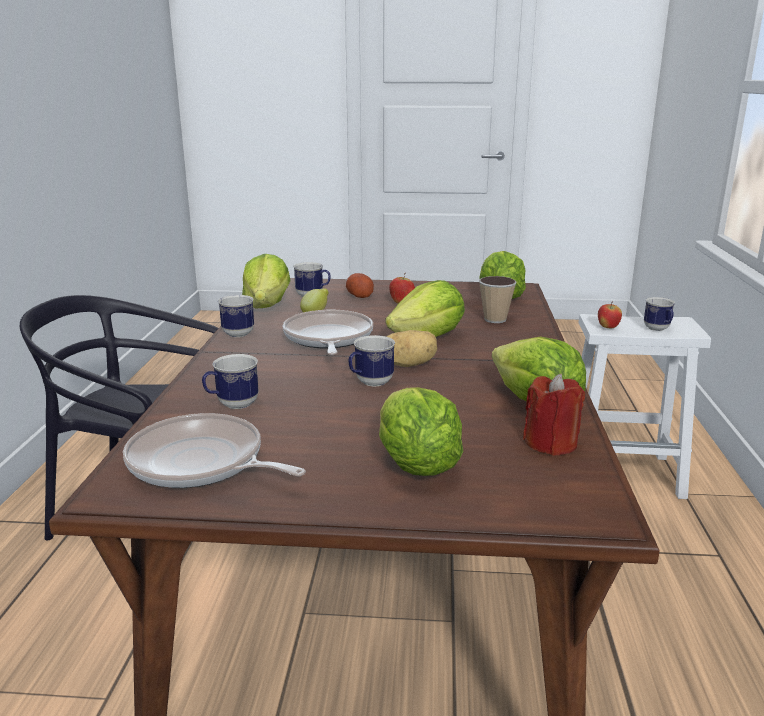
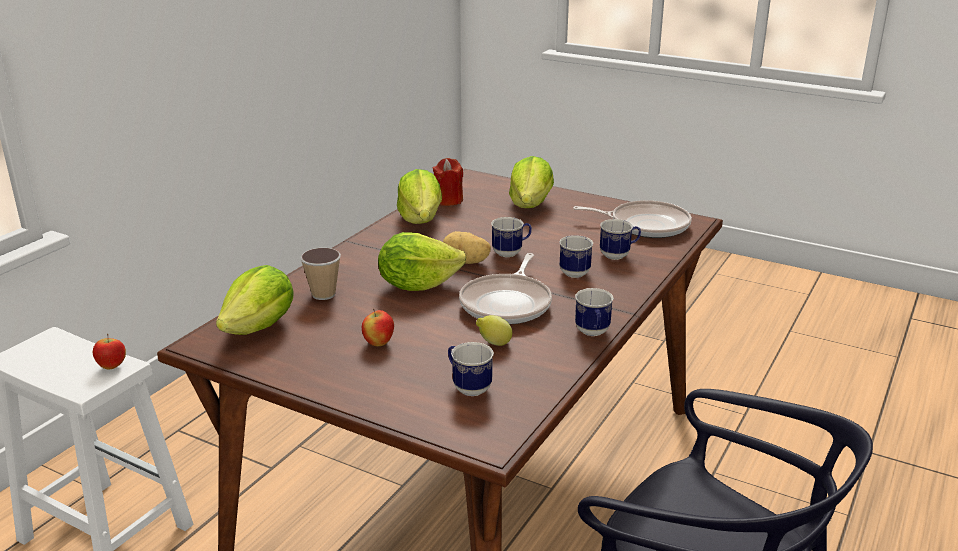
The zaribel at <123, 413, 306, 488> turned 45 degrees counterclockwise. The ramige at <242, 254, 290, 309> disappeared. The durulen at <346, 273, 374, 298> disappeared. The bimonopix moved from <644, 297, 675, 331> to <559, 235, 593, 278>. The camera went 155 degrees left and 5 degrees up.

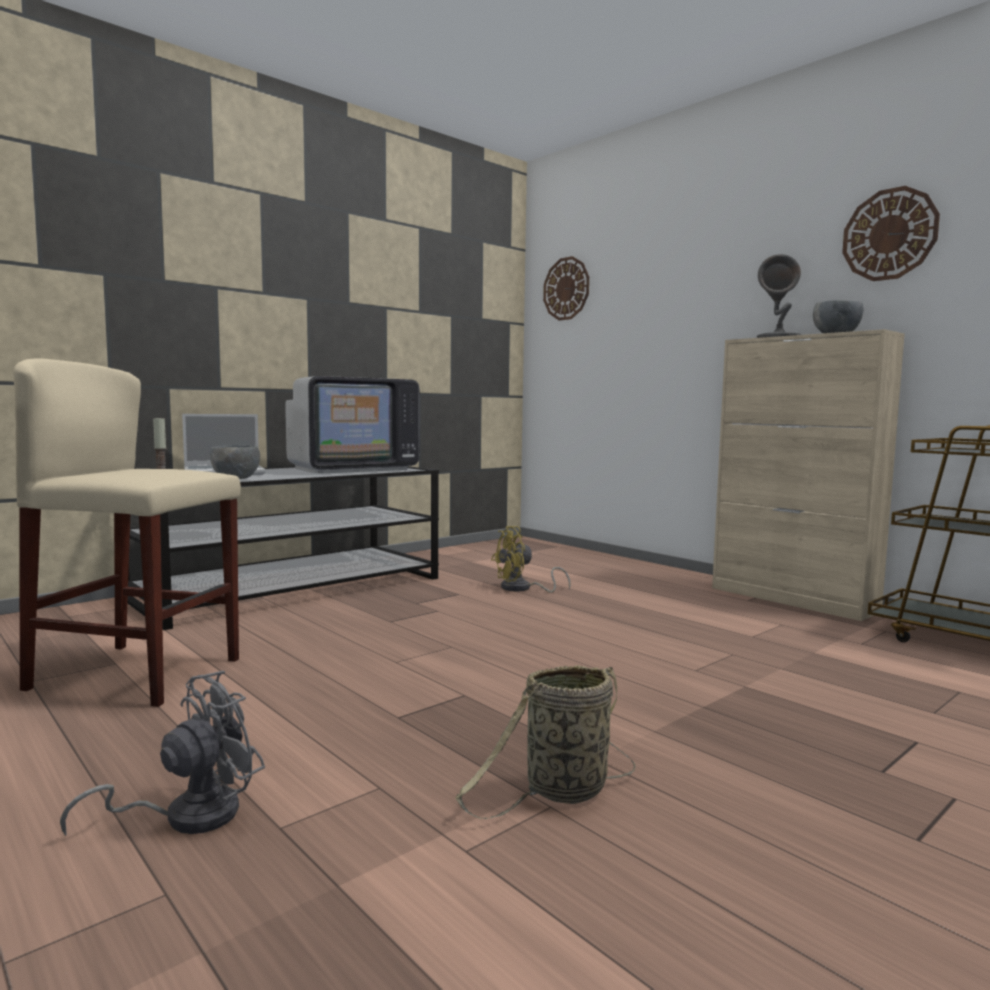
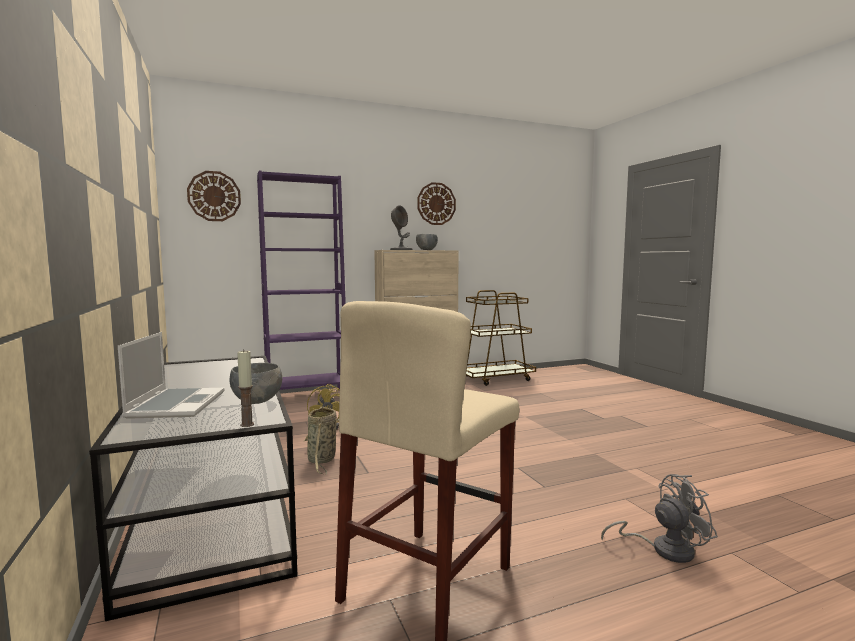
The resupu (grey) at <60, 671, 265, 836> turned 105 degrees clockwise. The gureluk at <285, 376, 420, 473> disappeared. The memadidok moved from <455, 665, 636, 819> to <304, 406, 337, 474>. The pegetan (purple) at <257, 171, 346, 390> appeared. The camera went 70 degrees left and 0 degrees up.

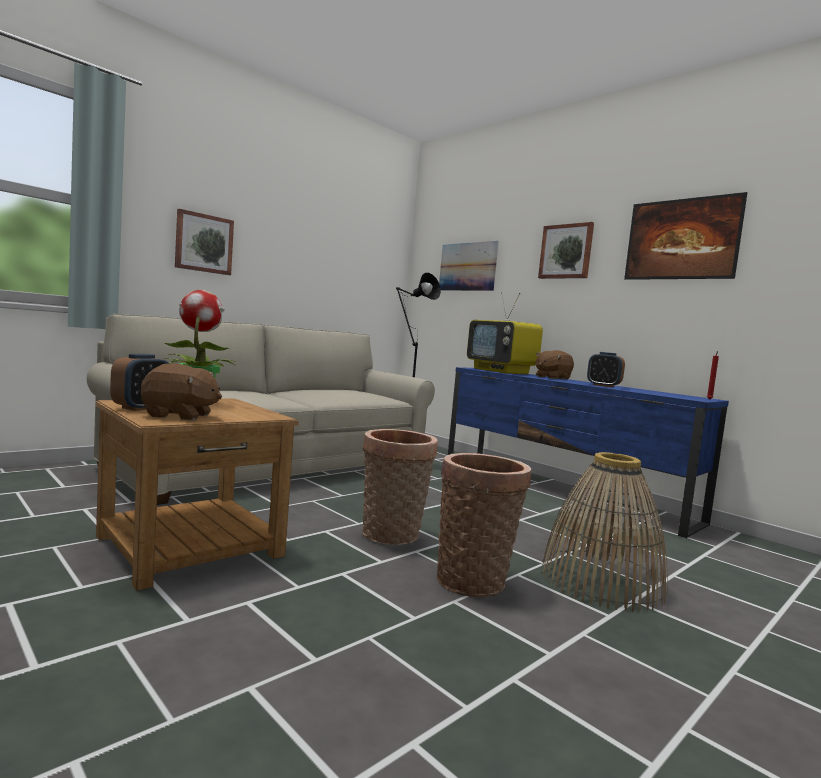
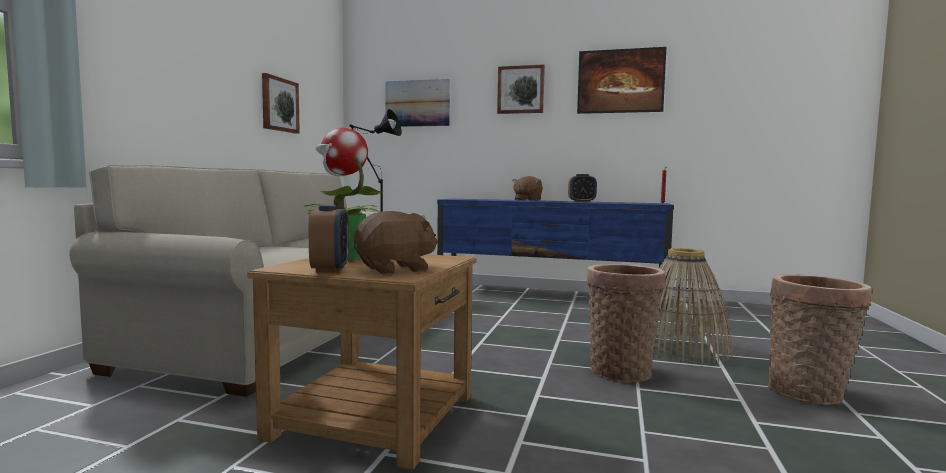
The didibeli moved from <175, 209, 234, 275> to <262, 73, 300, 133>. The memadidok moved from <362, 429, 438, 545> to <768, 274, 871, 405>. The gureluk at <467, 292, 543, 374> disappeared. The camera went 30 degrees left and 0 degrees up.

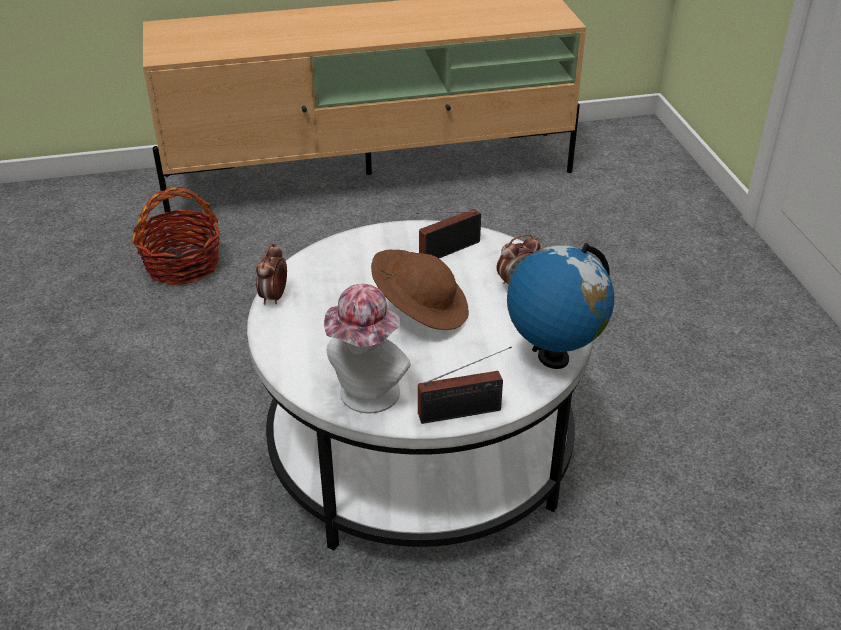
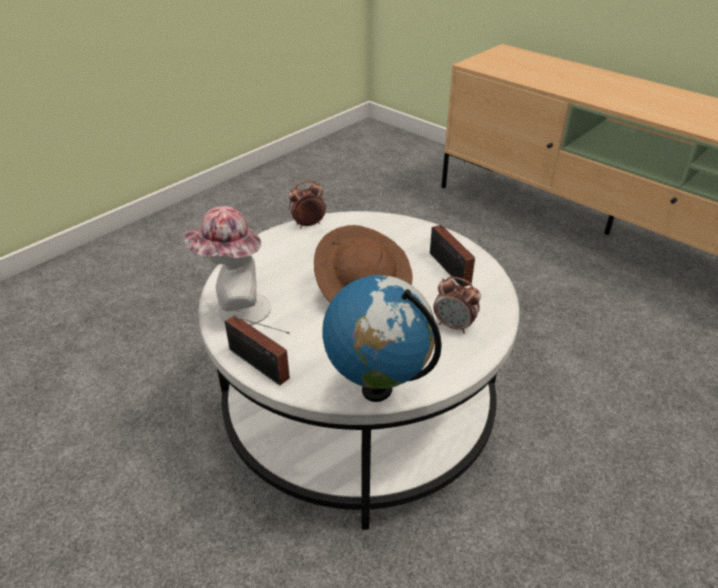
The memadidok at <132, 187, 220, 285> disappeared. The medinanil at <416, 209, 481, 258> turned 135 degrees counterclockwise. The camera went 55 degrees right and 0 degrees up.

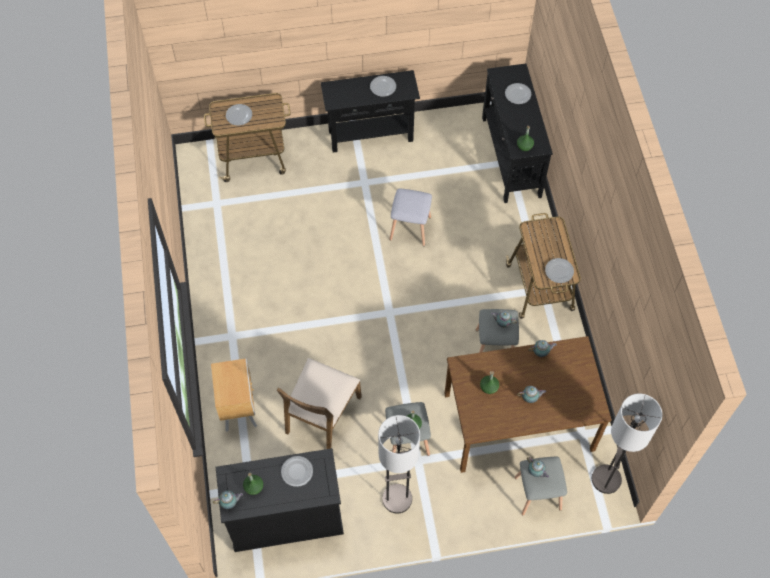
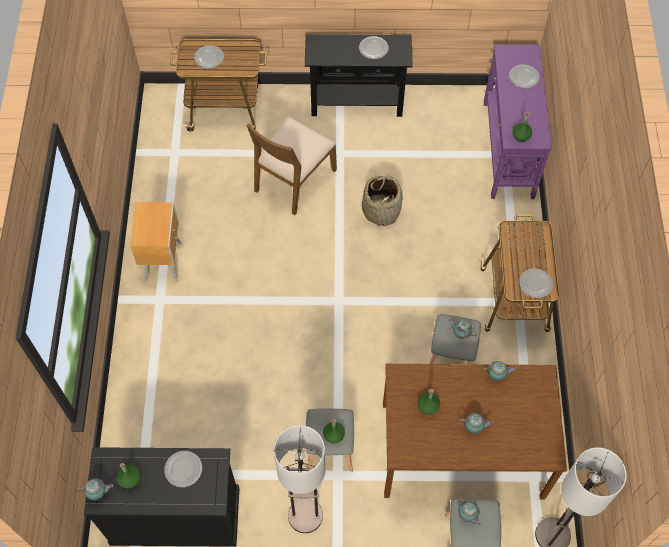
The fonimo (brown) moved from <211, 358, 257, 432> to <130, 202, 182, 282>. The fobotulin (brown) moved from <277, 358, 362, 449> to <247, 117, 337, 215>. The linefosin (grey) at <390, 188, 432, 246> was replaced by the memadidok at <362, 174, 403, 227>. The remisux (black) at <482, 63, 553, 203> became the remisux (purple) at <484, 44, 552, 199>. The camera went 10 degrees right and 0 degrees up.

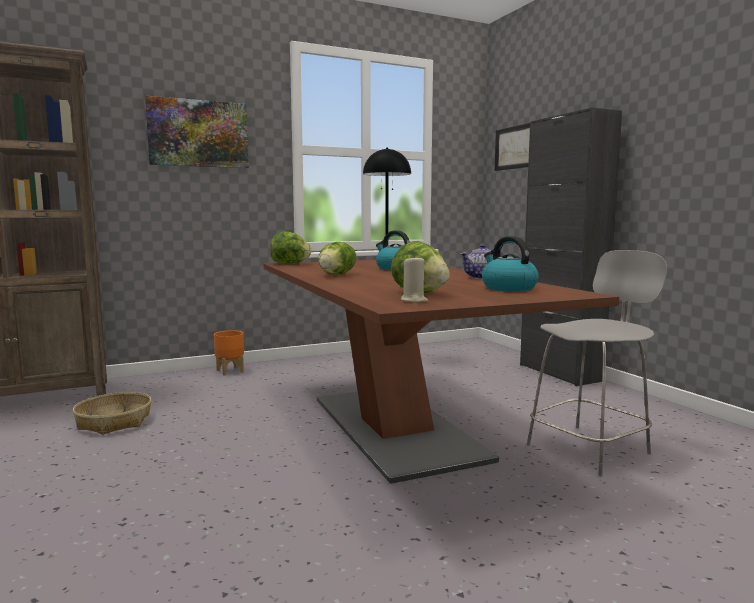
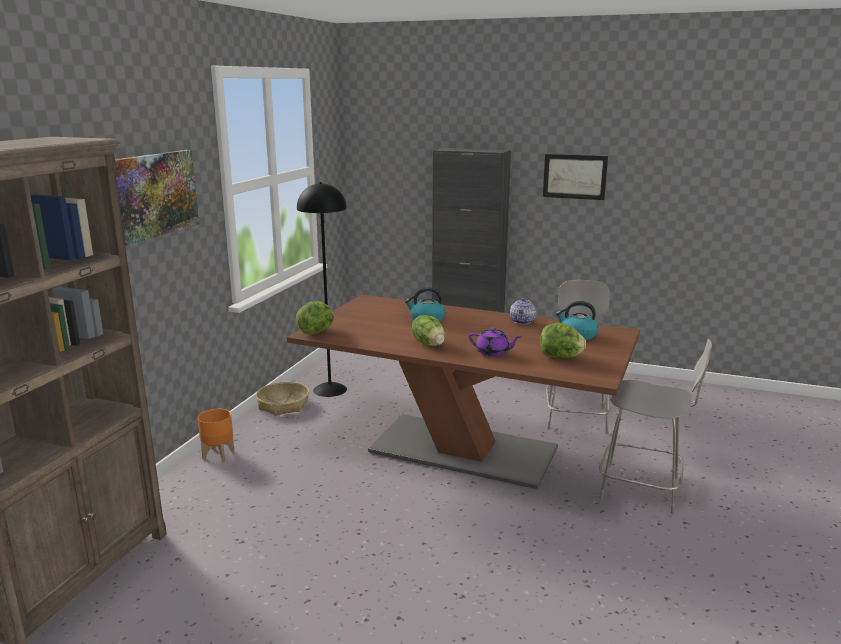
The memadidok moved from <73, 392, 152, 435> to <256, 382, 309, 416>. The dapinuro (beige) at <401, 255, 428, 303> disappeared. The didibeli moved from <495, 123, 530, 171> to <543, 154, 608, 200>. The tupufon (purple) at <468, 328, 522, 357> appeared. The fobotulin (grey) at <599, 339, 712, 514> appeared. The camera went 45 degrees left and 10 degrees up.

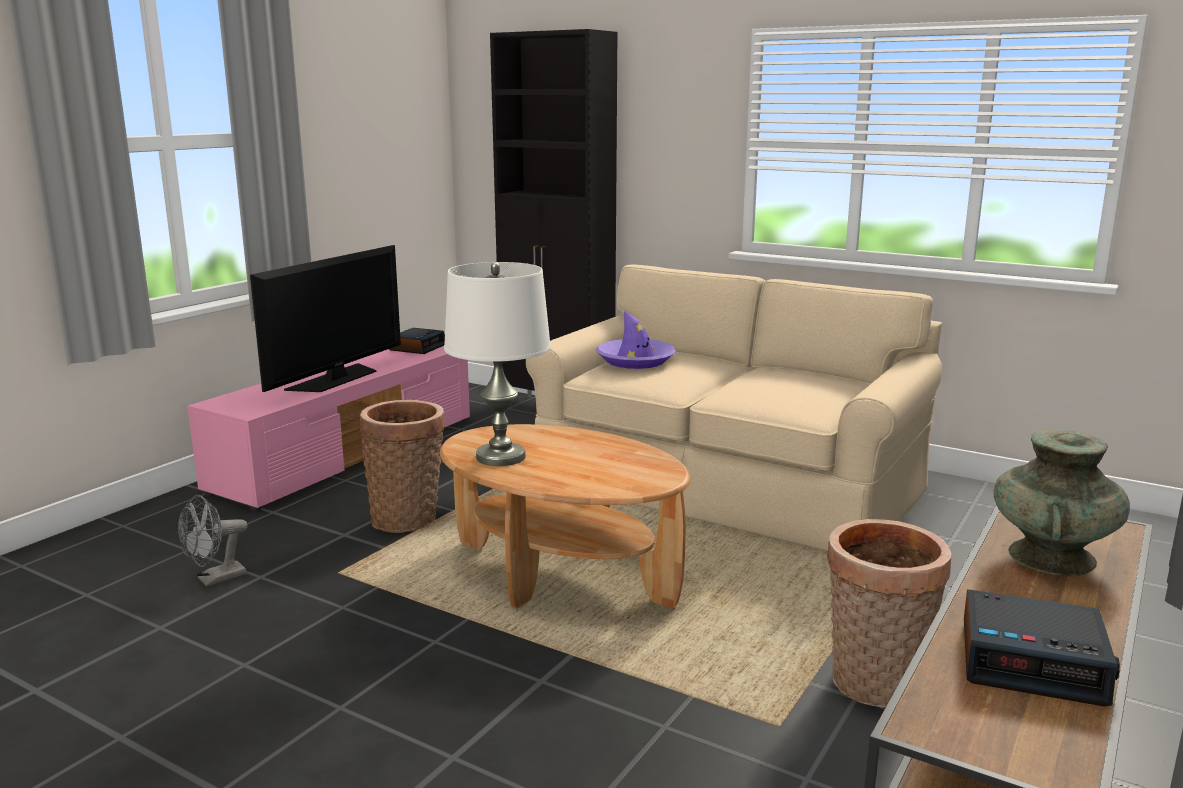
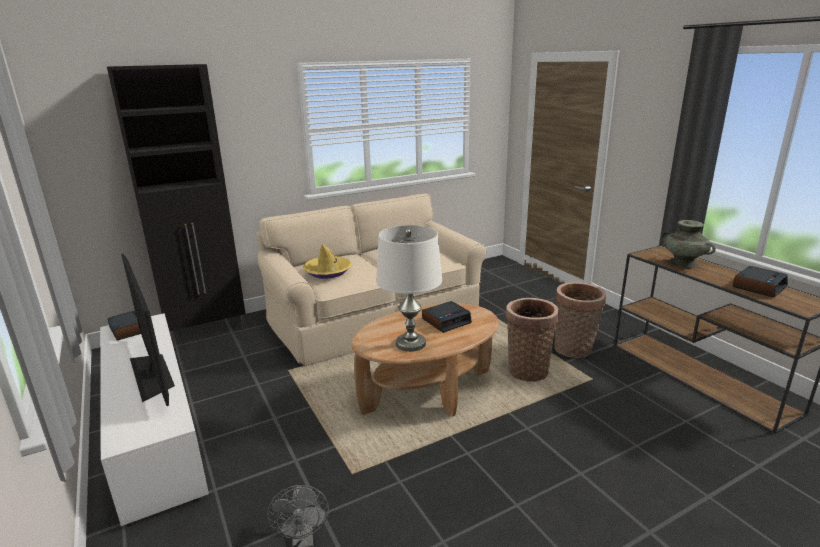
The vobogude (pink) at <187, 346, 470, 511> became the vobogude (white) at <100, 313, 209, 527>. The memadidok moved from <359, 400, 445, 533> to <506, 298, 559, 382>. The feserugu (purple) at <596, 310, 676, 369> became the feserugu (yellow) at <303, 245, 352, 279>. The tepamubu at <422, 301, 472, 333> appeared. The camera went 60 degrees left and 5 degrees up.

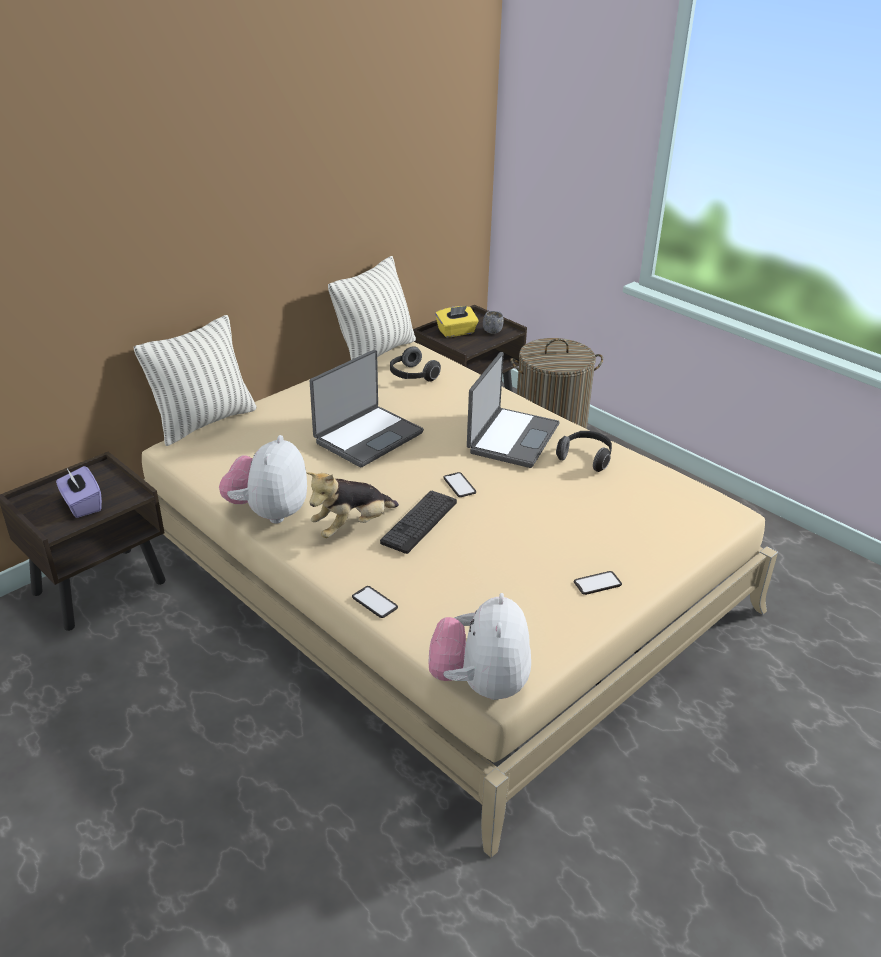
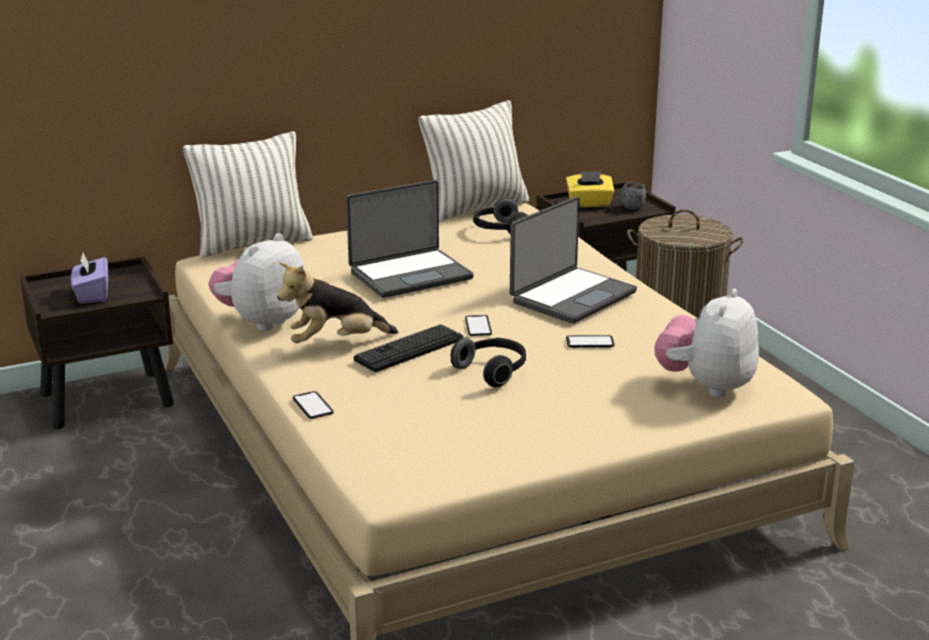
The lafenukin moved from <429, 593, 531, 700> to <654, 289, 759, 398>. The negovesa moved from <556, 431, 612, 472> to <451, 337, 526, 387>. The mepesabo moved from <574, 571, 622, 595> to <566, 335, 615, 348>. The camera went 20 degrees right and 10 degrees down.

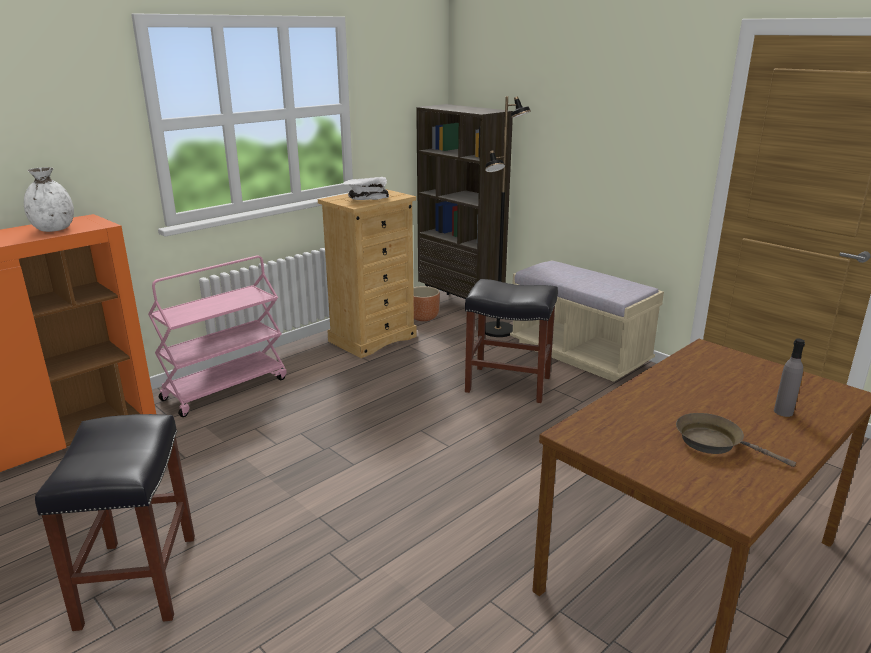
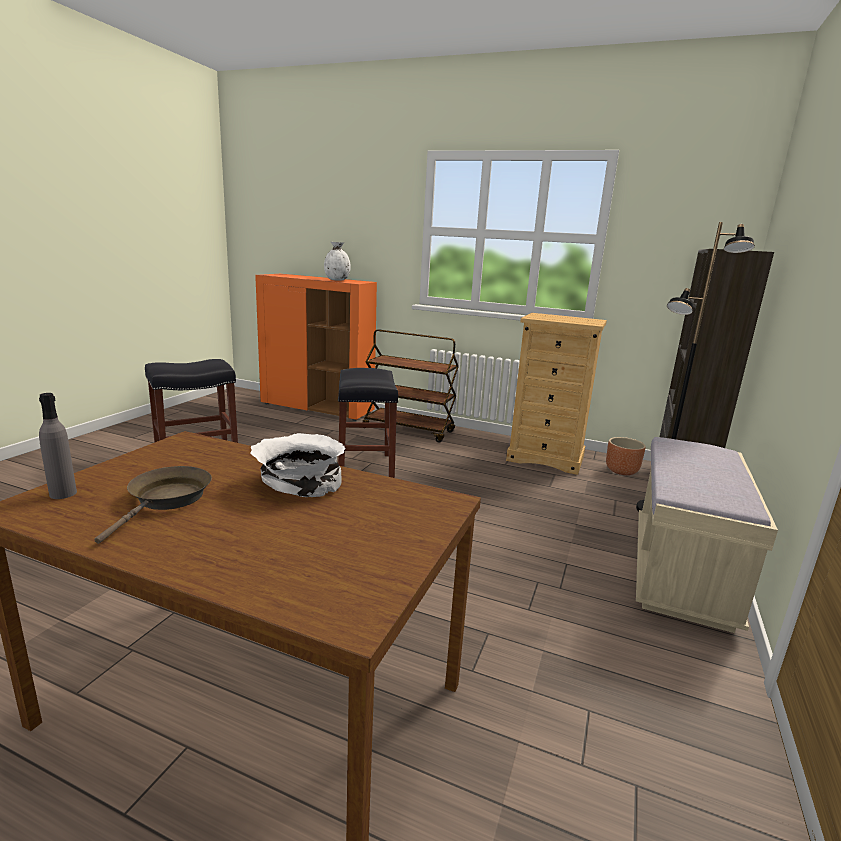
The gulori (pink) at <148, 256, 286, 417> became the gulori (brown) at <363, 329, 459, 443>. The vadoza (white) moved from <343, 177, 389, 200> to <250, 433, 345, 497>. The linefosin (black) moved from <465, 279, 558, 403> to <338, 368, 399, 478>. The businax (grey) moved from <774, 339, 805, 417> to <39, 393, 77, 499>. The camera went 65 degrees right and 5 degrees down.

